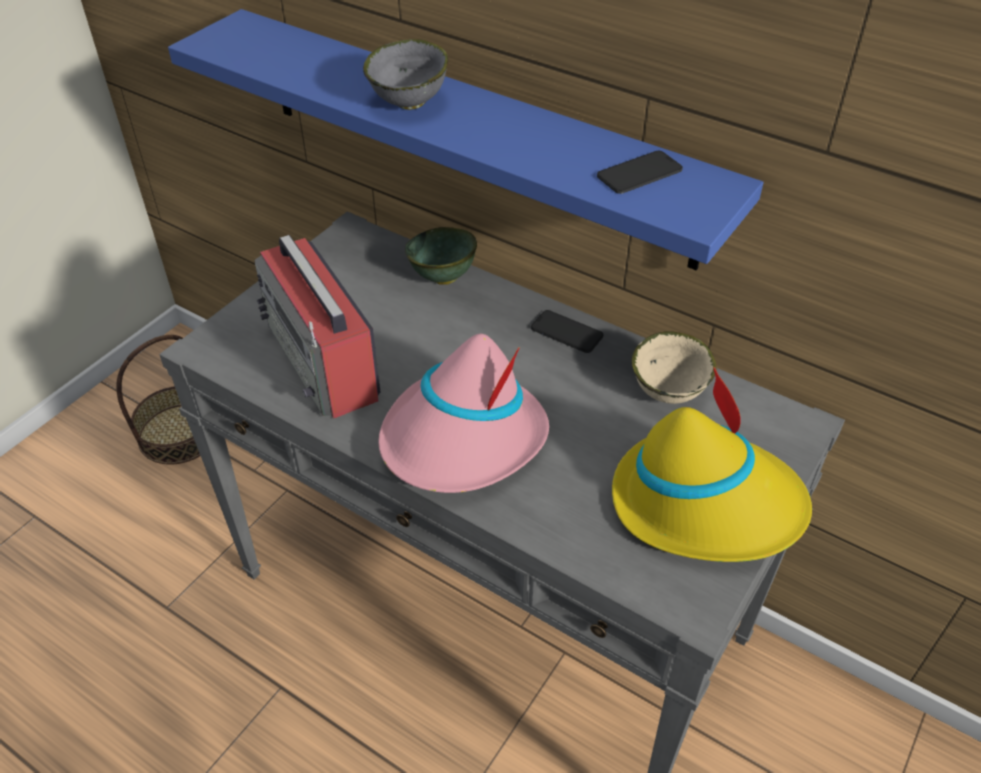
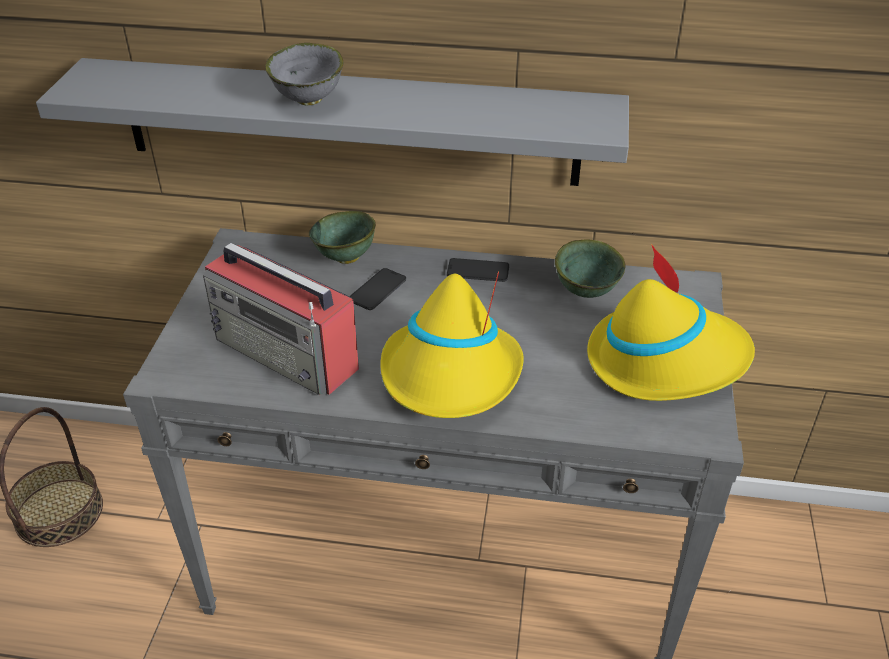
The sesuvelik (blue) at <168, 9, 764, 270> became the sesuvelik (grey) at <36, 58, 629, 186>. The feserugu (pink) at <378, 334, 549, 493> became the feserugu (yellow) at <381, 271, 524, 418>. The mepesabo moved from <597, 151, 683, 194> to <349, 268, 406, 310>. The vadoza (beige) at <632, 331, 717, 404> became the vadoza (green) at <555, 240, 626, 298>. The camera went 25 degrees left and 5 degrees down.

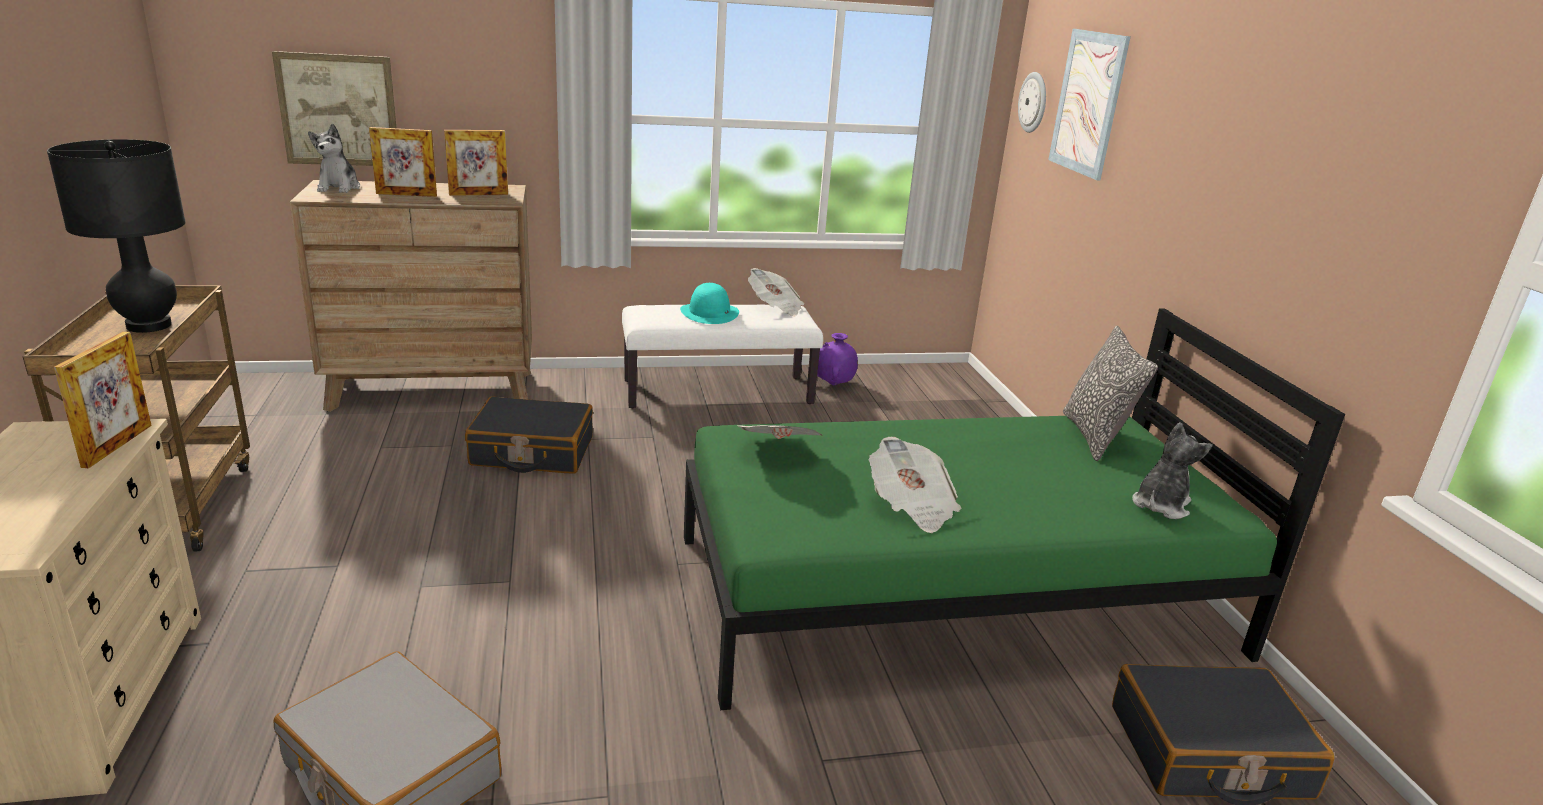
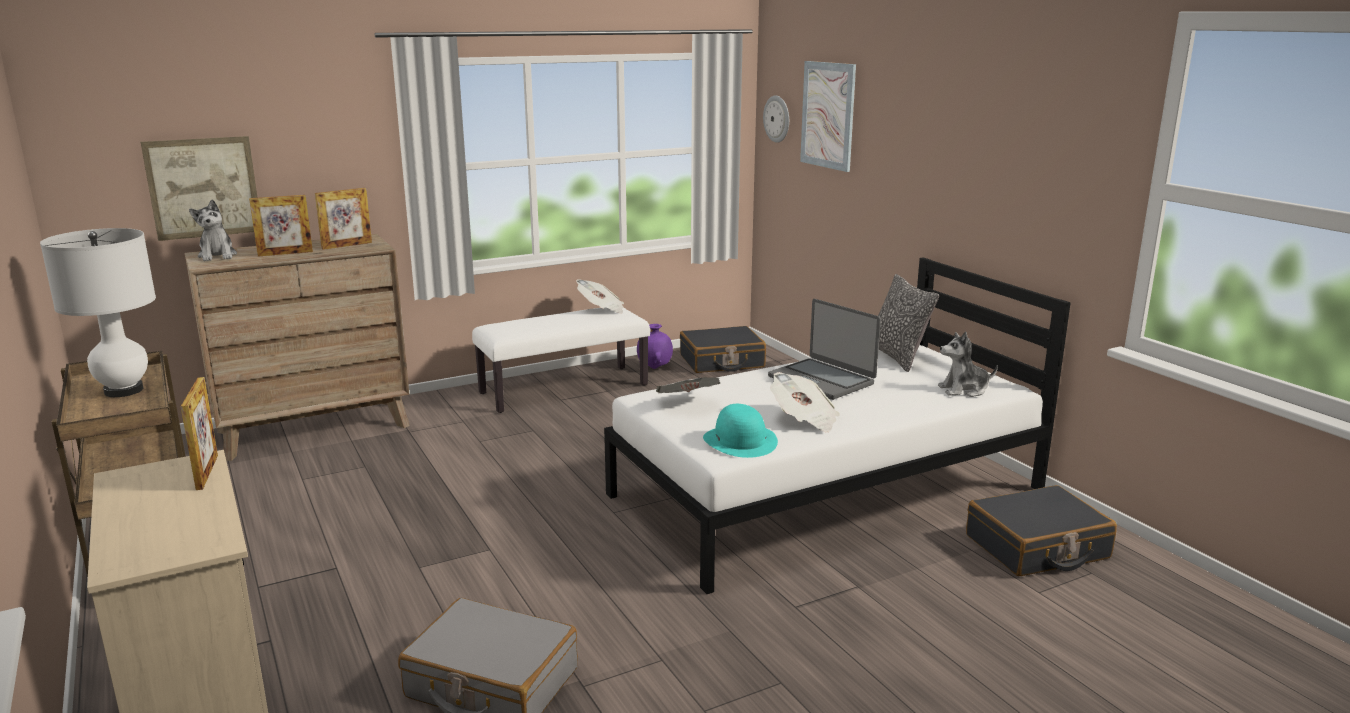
The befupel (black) at <47, 139, 185, 333> became the befupel (white) at <40, 228, 156, 397>. The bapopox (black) moved from <465, 396, 593, 474> to <680, 326, 766, 373>. The feserugu (turquoise) moved from <680, 283, 739, 324> to <703, 404, 778, 458>. The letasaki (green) at <684, 308, 1345, 710> became the letasaki (white) at <604, 257, 1071, 594>. The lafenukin at <1132, 422, 1212, 519> turned 120 degrees counterclockwise. The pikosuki at <768, 299, 881, 400> appeared. The camera went 15 degrees left and 5 degrees down.

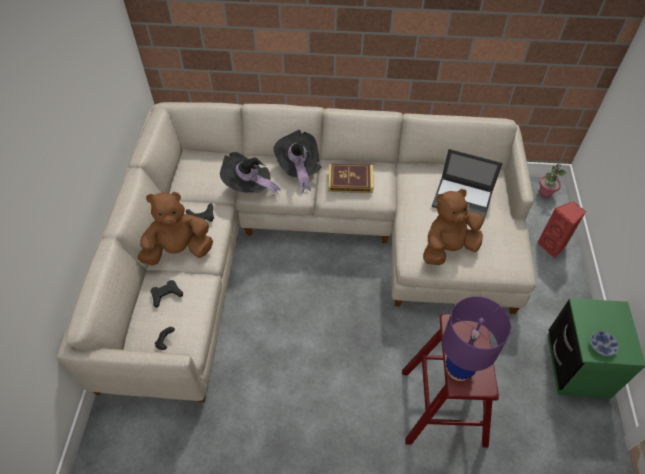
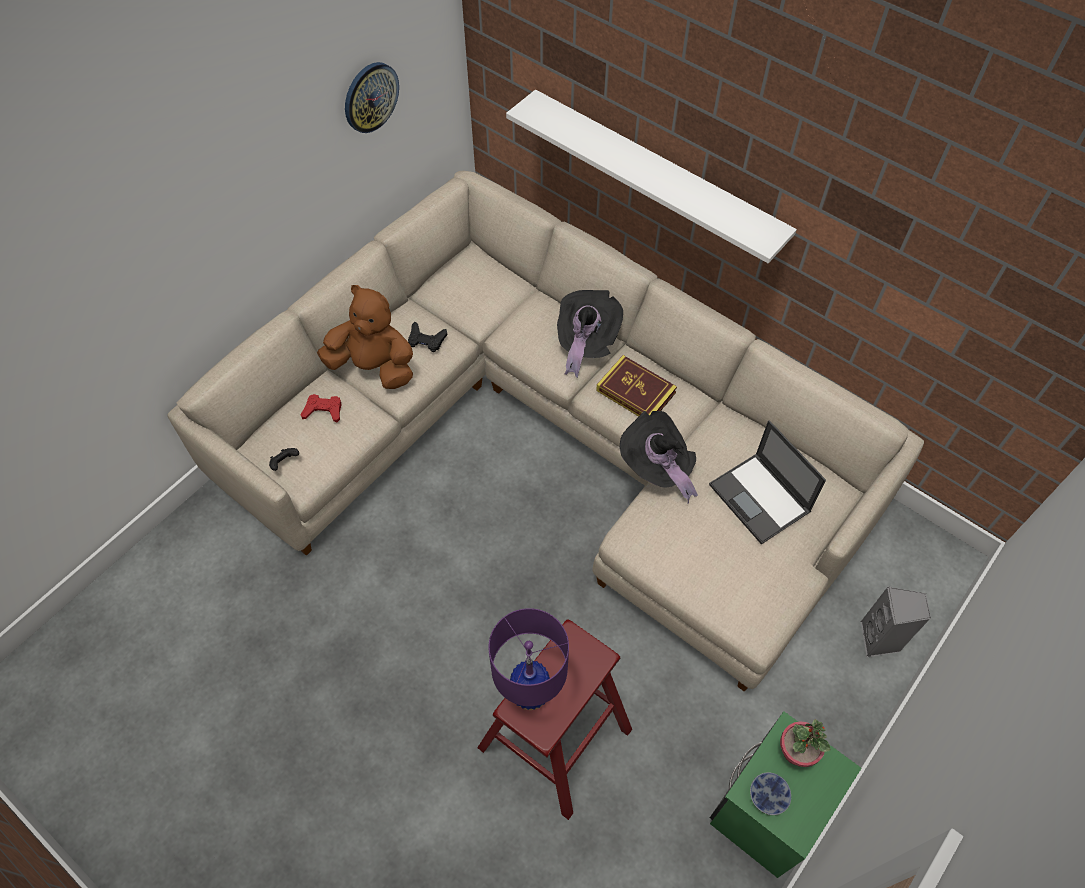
The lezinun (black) at <151, 280, 183, 308> became the lezinun (red) at <300, 394, 342, 422>. The feserugu (black) moved from <220, 152, 281, 196> to <620, 411, 698, 504>. The lafenukin (brown) at <423, 189, 484, 265> disappeared. The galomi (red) at <537, 201, 586, 259> became the galomi (grey) at <861, 587, 931, 657>. The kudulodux moved from <539, 164, 566, 198> to <780, 719, 831, 767>. The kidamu at <345, 62, 399, 133> appeared. The sesuvelik (white) at <506, 89, 797, 263> appeared. The camera went 35 degrees right and 5 degrees up.

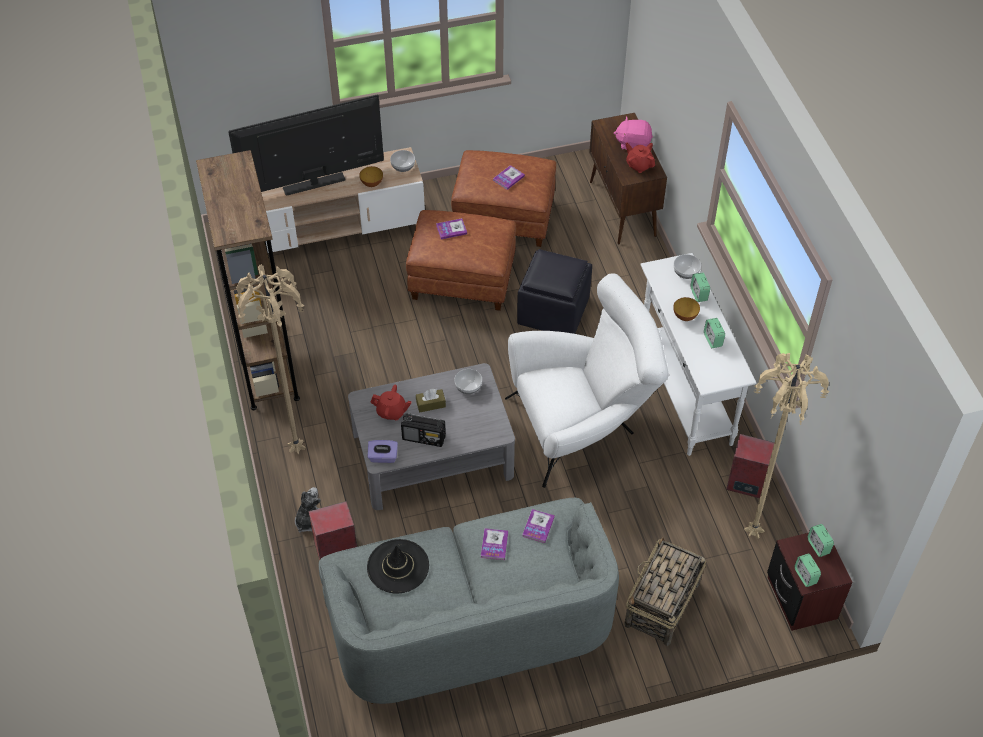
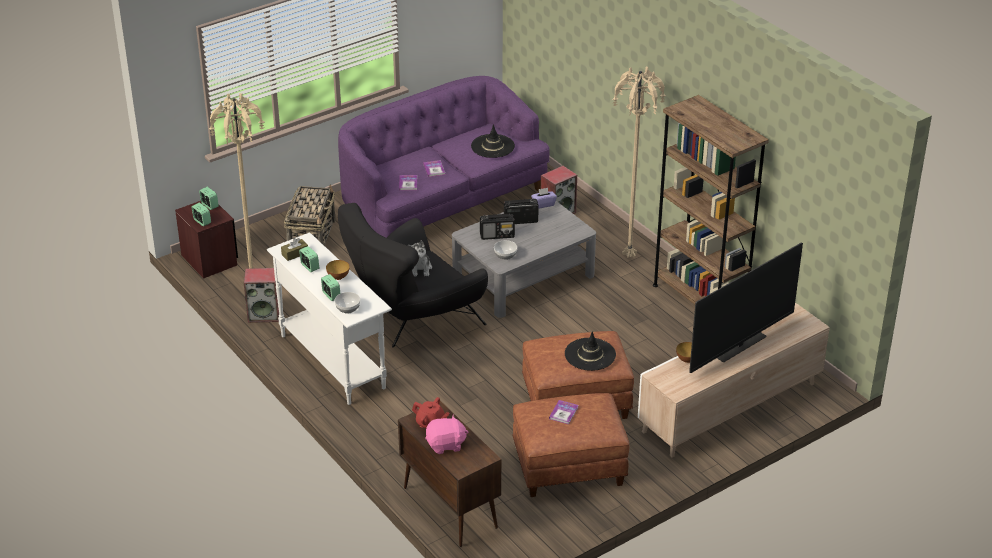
The lafenukin moved from <295, 487, 321, 532> to <407, 240, 432, 277>. The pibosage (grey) at <319, 498, 619, 704> became the pibosage (purple) at <338, 76, 549, 238>. The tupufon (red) at <370, 385, 412, 420> disappeared. The vadoza at <390, 150, 415, 172> disappeared. The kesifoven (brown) moved from <416, 389, 446, 413> to <281, 238, 308, 261>. The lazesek at <436, 218, 467, 239> was replaced by the feserugu (black) at <565, 331, 616, 371>. The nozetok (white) at <505, 273, 668, 488> became the nozetok (black) at <338, 203, 488, 347>. The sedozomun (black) at <517, 249, 592, 334> disappeared. The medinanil at <480, 214, 515, 240> appeared. The camera went 160 degrees right and 15 degrees down.

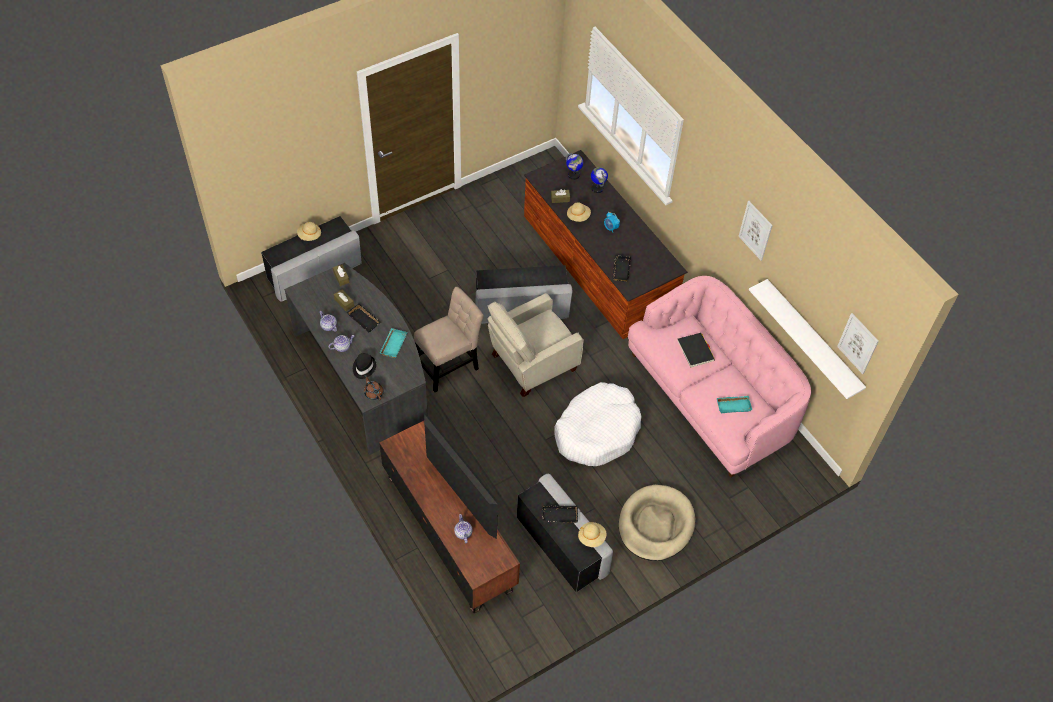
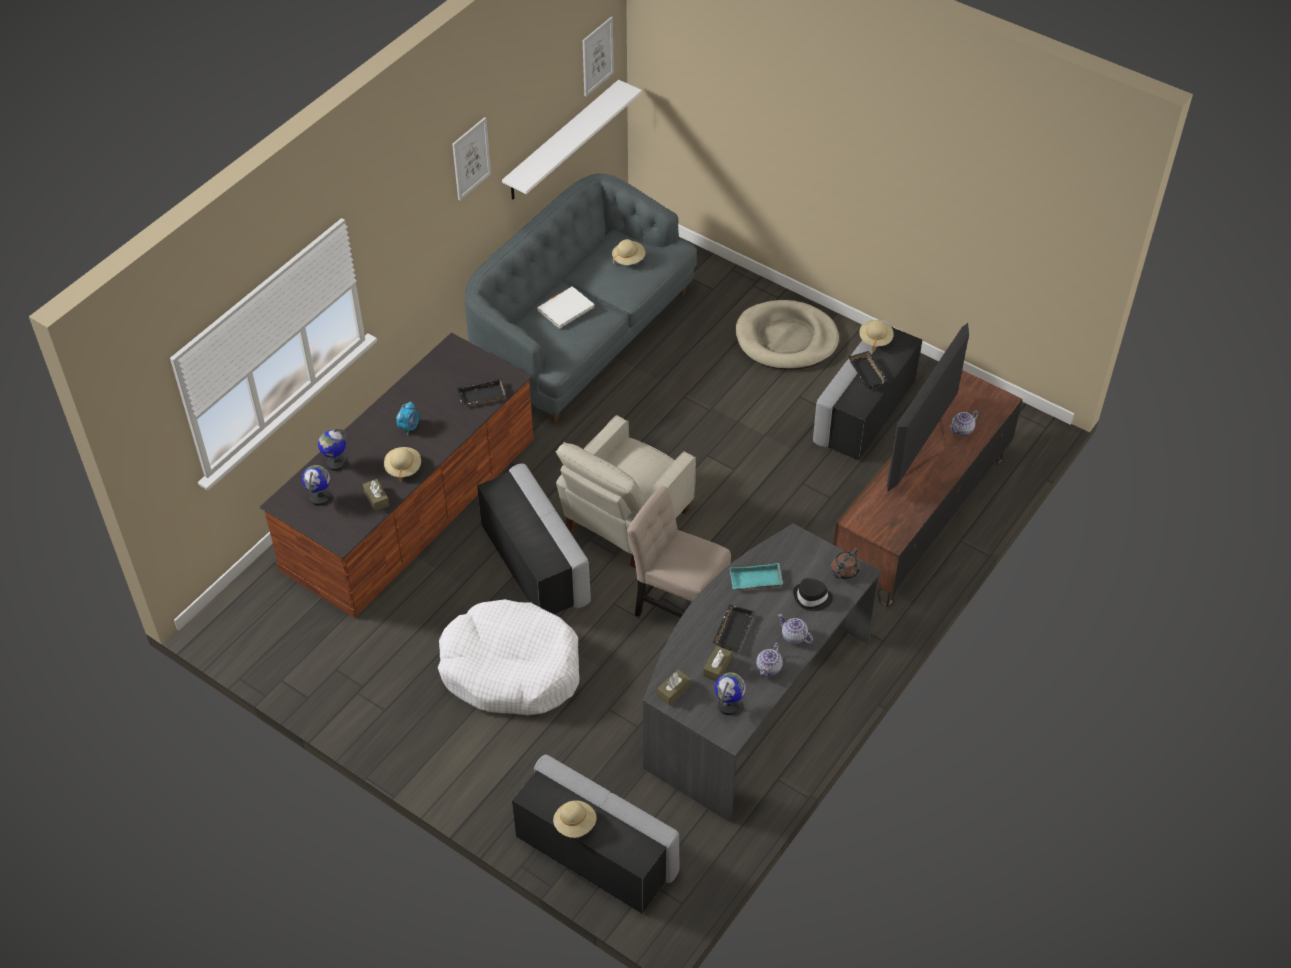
The nozetok (beige) at <487, 293, 584, 397> turned 90 degrees clockwise. The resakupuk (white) moved from <554, 382, 642, 466> to <438, 599, 579, 715>. The pibosage (pink) at <628, 276, 811, 477> became the pibosage (grey) at <465, 173, 697, 424>. The lazesek (black) at <678, 333, 715, 368> became the lazesek (white) at <537, 287, 595, 329>. The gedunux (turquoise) at <717, 396, 753, 413> was replaced by the feserugu (beige) at <612, 239, 646, 265>. The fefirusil at <715, 672, 746, 715> appeared. The camera went 110 degrees left and 5 degrees down.

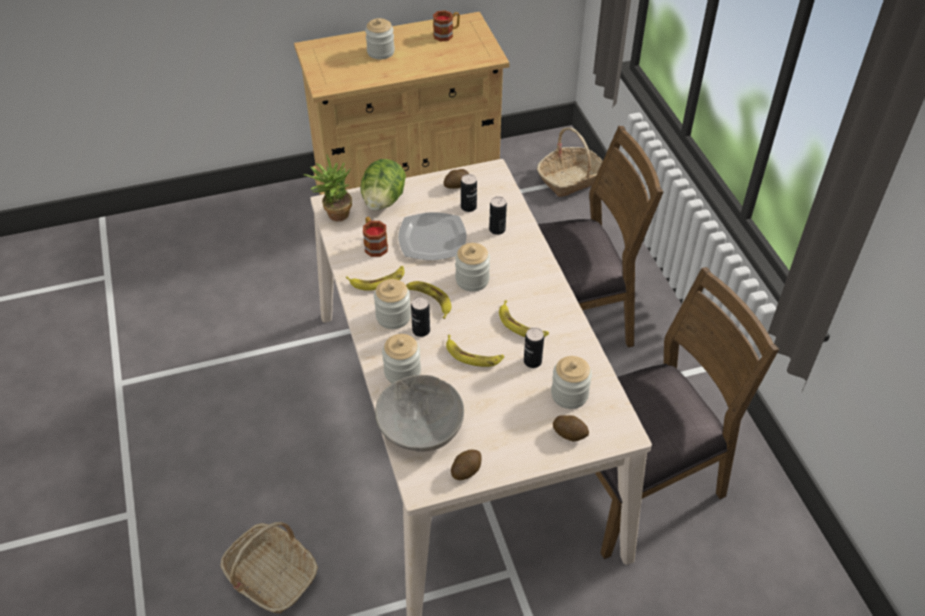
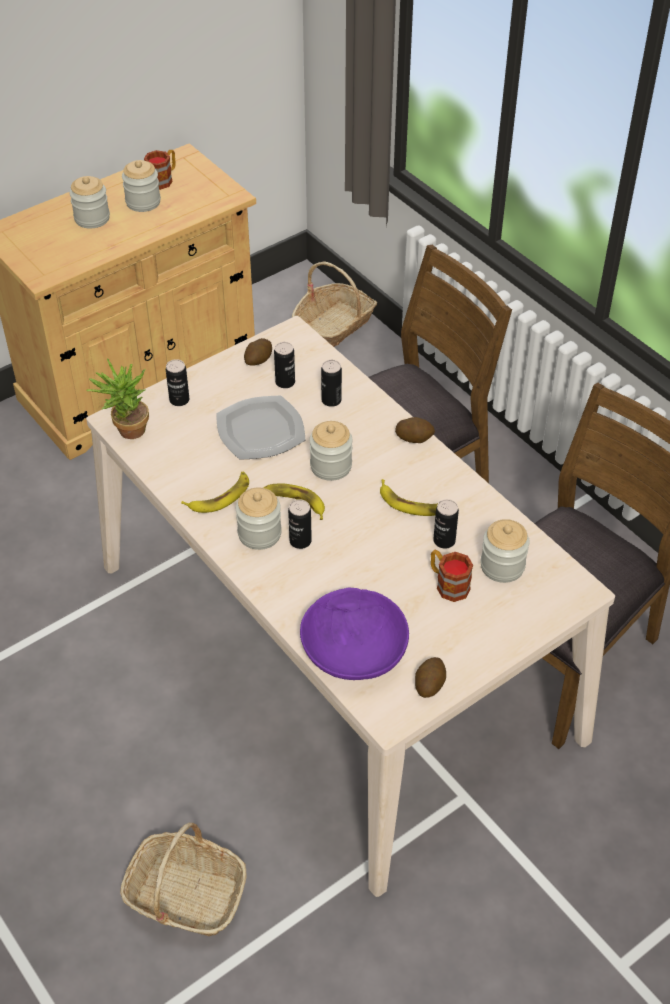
The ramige at <360, 159, 406, 211> was replaced by the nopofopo at <166, 359, 190, 406>. The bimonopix moved from <363, 217, 388, 257> to <431, 550, 473, 602>. The vadoza (grey) at <375, 375, 464, 452> became the vadoza (purple) at <300, 588, 409, 680>. The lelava moved from <382, 334, 421, 383> to <122, 160, 161, 212>. The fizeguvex at <446, 335, 504, 367> disappeared. The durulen moved from <553, 415, 589, 442> to <395, 417, 435, 443>. The camera went 20 degrees left and 0 degrees up.

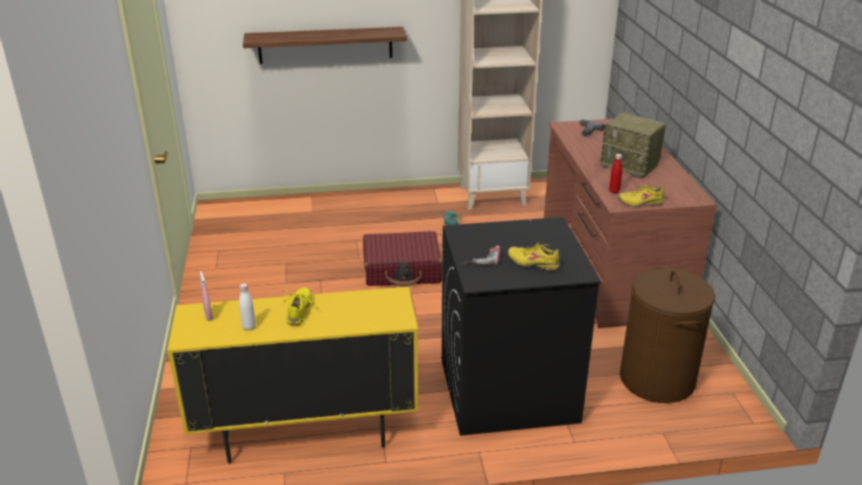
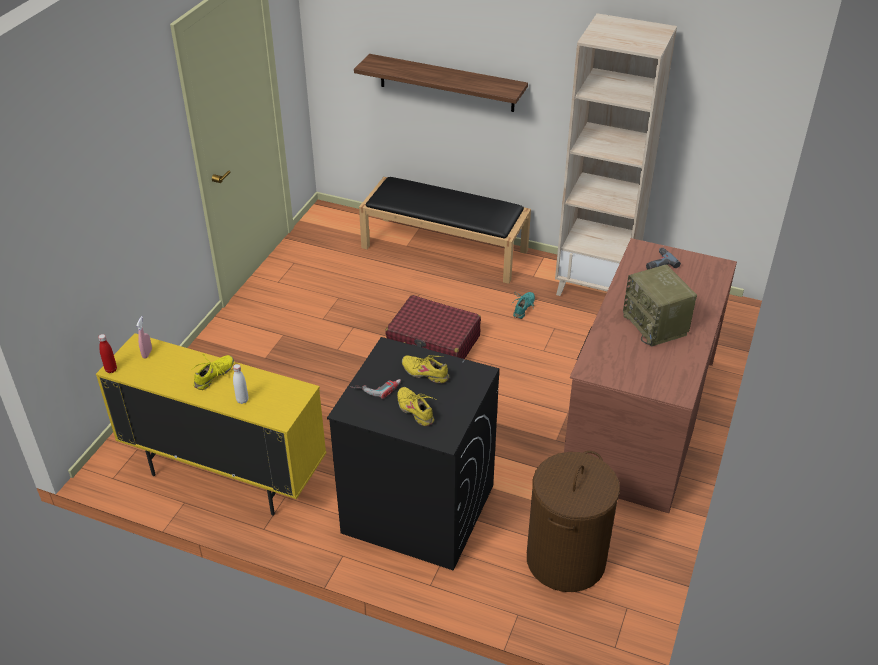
The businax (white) moved from <239, 283, 256, 331> to <233, 364, 248, 404>. The businax (red) moved from <609, 154, 622, 193> to <98, 334, 117, 373>. The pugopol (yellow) moved from <618, 184, 665, 207> to <402, 355, 449, 383>. The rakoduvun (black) at <359, 177, 531, 284> appeared. The camera went 30 degrees right and 10 degrees up.

